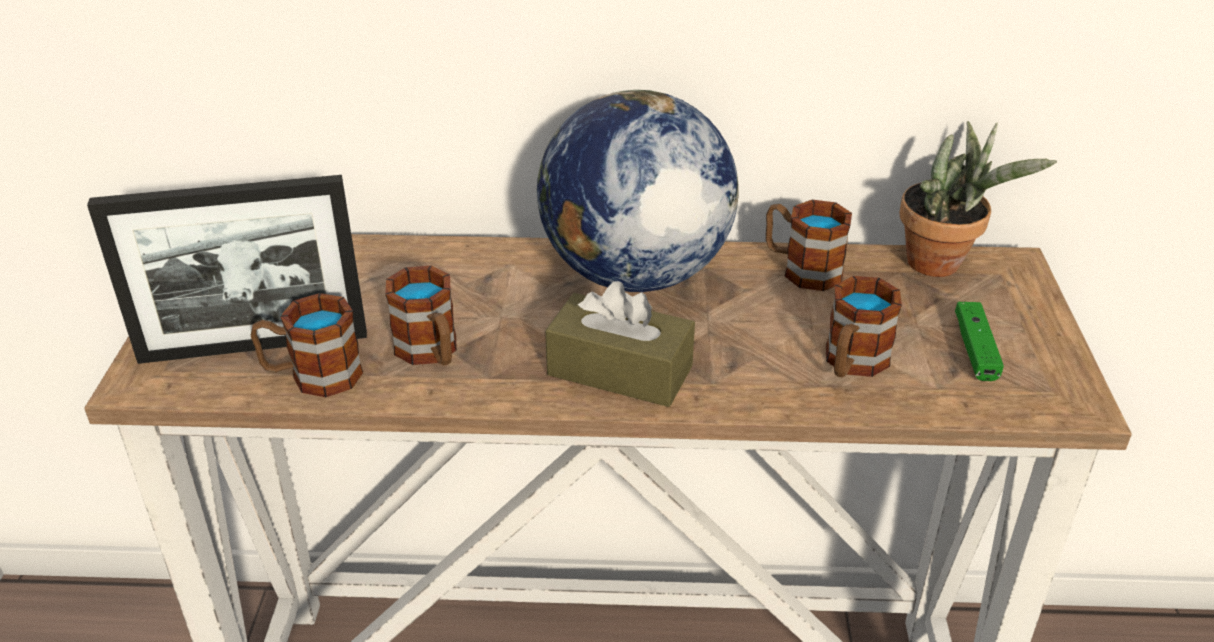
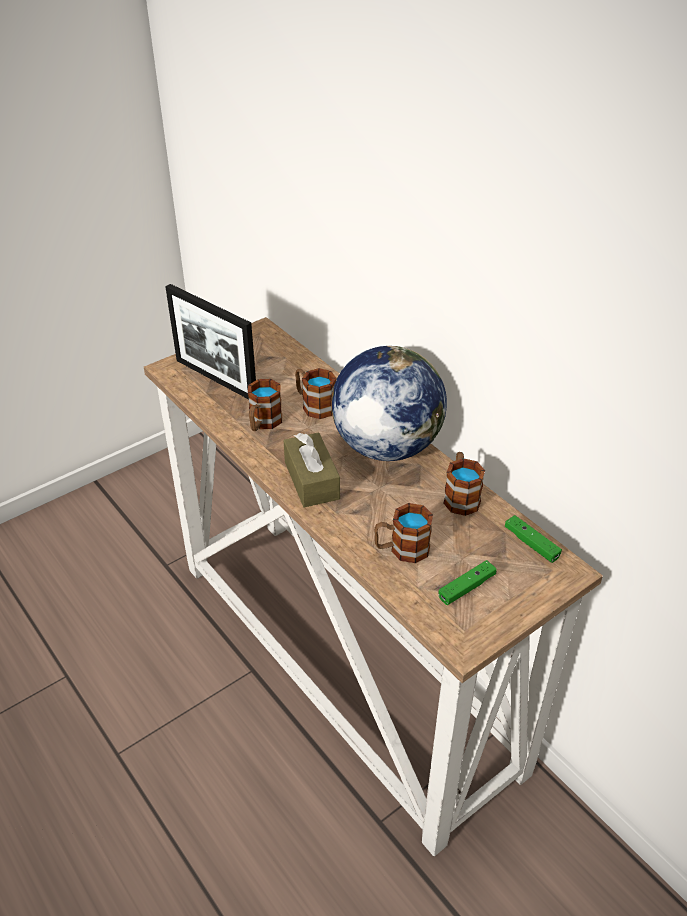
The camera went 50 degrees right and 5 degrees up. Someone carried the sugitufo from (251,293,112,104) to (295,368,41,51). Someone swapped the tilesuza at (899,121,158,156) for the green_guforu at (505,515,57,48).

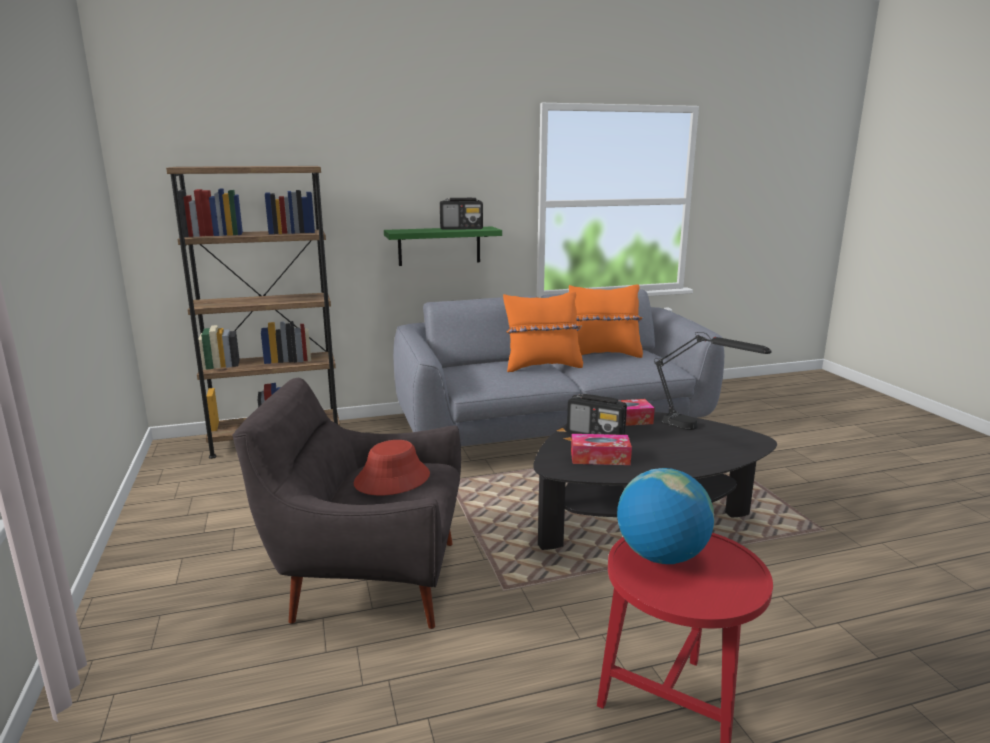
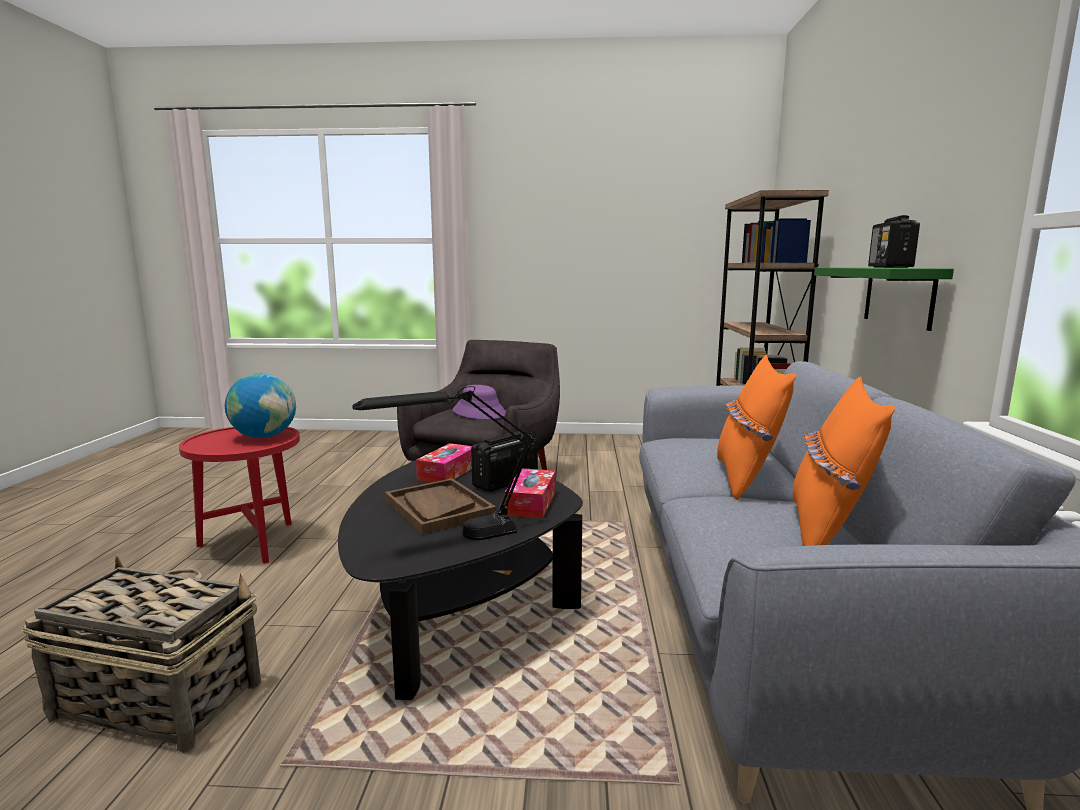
The camera went 110 degrees right and 5 degrees down. Someone put down the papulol at (23,556,238,197). Someone put down the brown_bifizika at (385,478,111,57). Someone repainted the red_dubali at (354,440,76,55), which became the purple_dubali at (453,385,53,34).

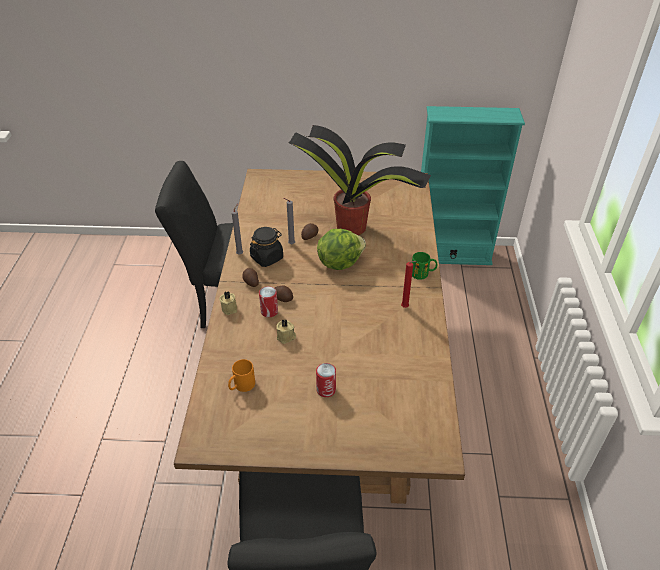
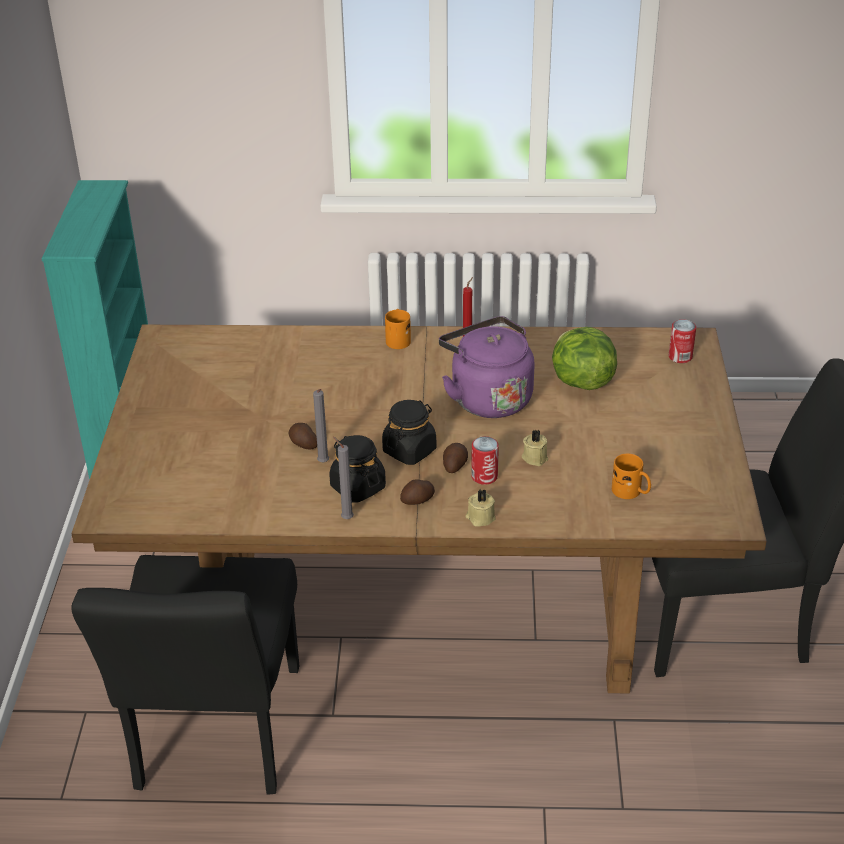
The camera went 90 degrees left and 5 degrees down. Someone put down the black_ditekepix at (382,400,54,65). Someone repainted the green_sugitufo at (412,252,25,28), which became the orange_sugitufo at (385,309,26,40). Someone put down the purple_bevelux at (439,316,96,102). Someone carried the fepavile from (317,229,49,41) to (552,327,65,63). Someone carried the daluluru from (316,363,20,34) to (669,319,27,44). Someone took away the tilesuza at (285,125,146,110).

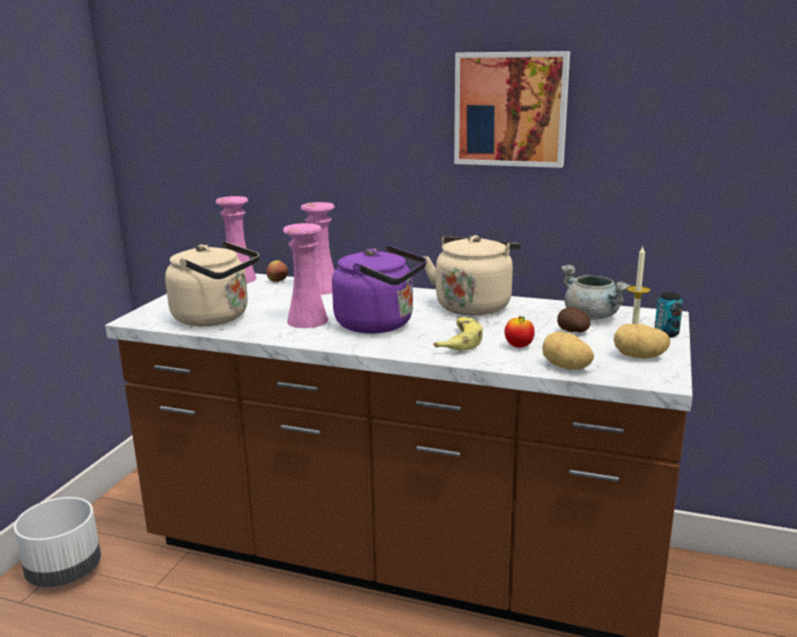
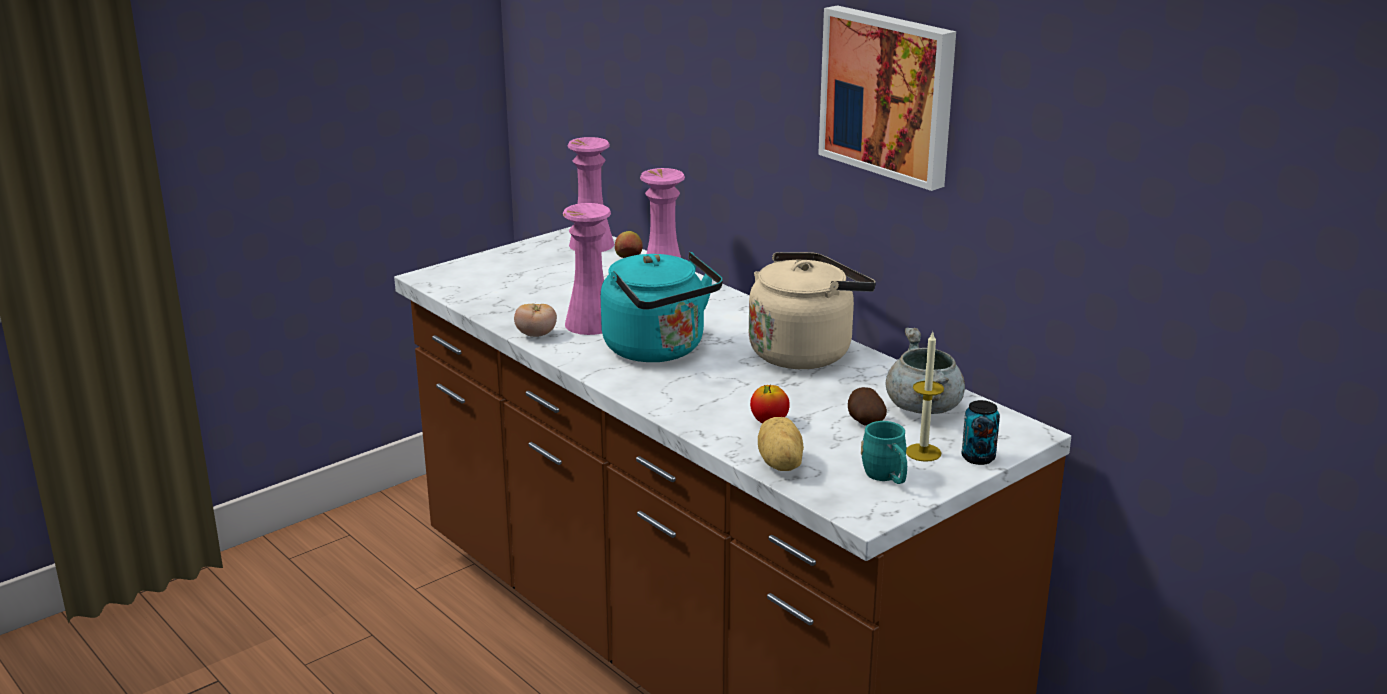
The camera went 30 degrees right and 5 degrees up. Someone put down the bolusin at (514,303,43,34). Someone repainted the purple_bevelux at (332,245,95,88), which became the turquoise_bevelux at (601,252,122,110). Someone swapped the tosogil at (614,324,56,35) for the turquoise_sugitufo at (861,421,46,63). Someone took away the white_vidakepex at (14,497,87,90). Someone took away the beige_bevelux at (165,241,94,85). Someone took away the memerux at (433,317,50,33).

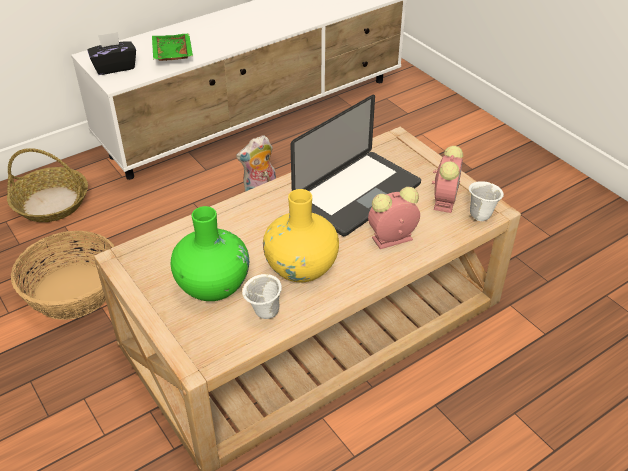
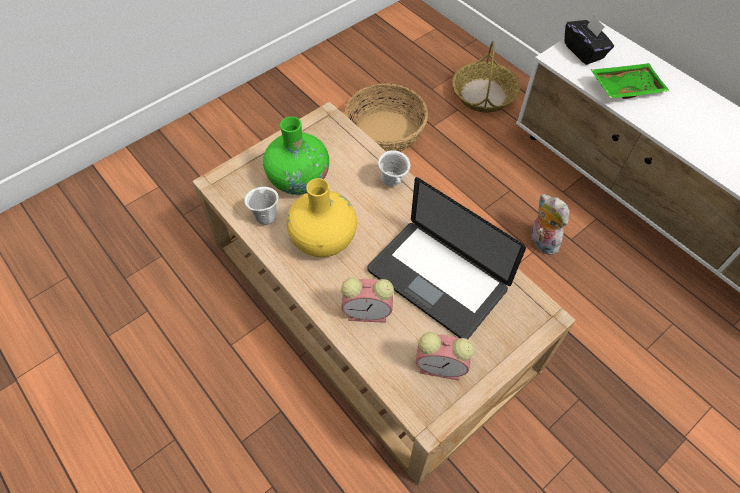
The camera went 85 degrees right and 15 degrees up. Someone rotated the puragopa at (368,187,52,62) by 120 degrees clockwise. Someone carried the white_sugitufo from (469,181,35,40) to (378,150,33,37).

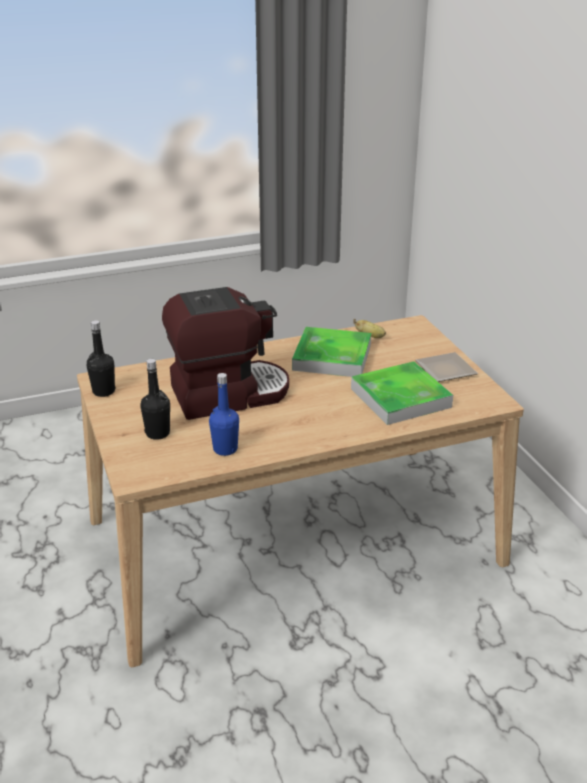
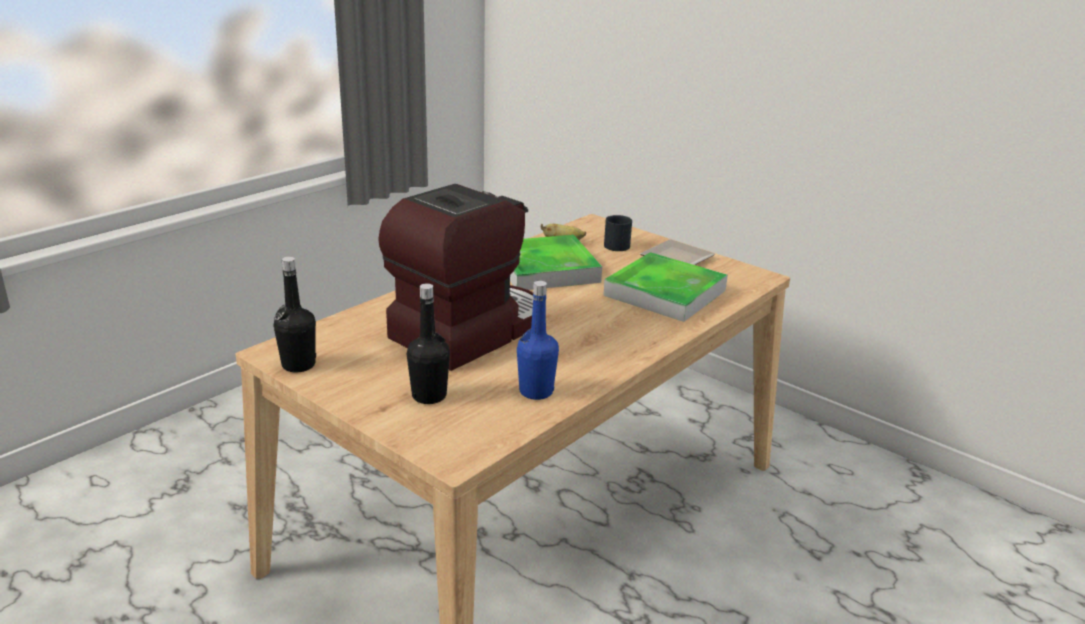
The camera went 30 degrees left and 5 degrees down. Someone put down the black_sugitufo at (604,215,28,36).

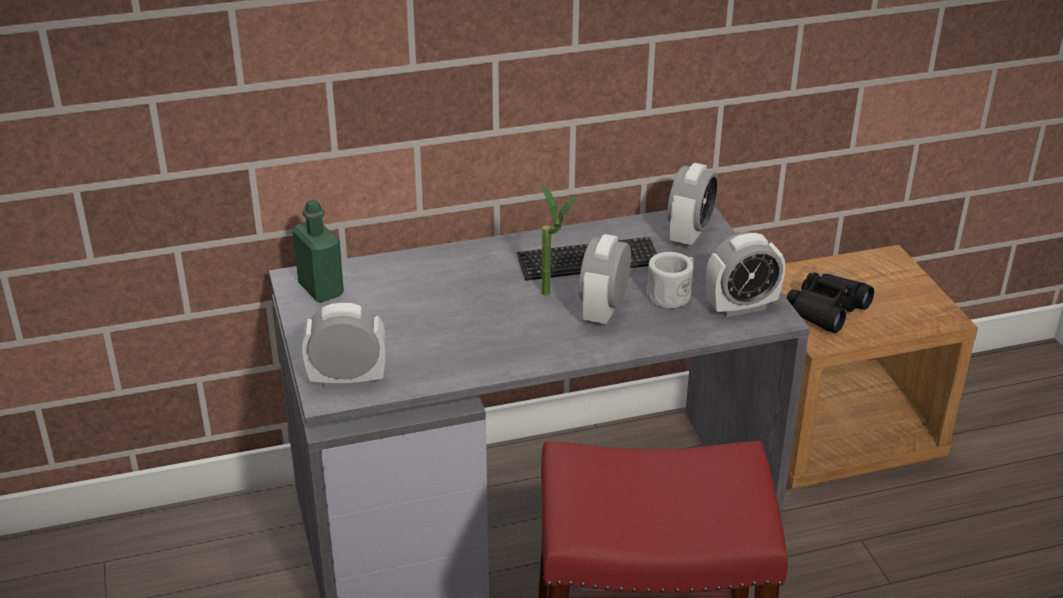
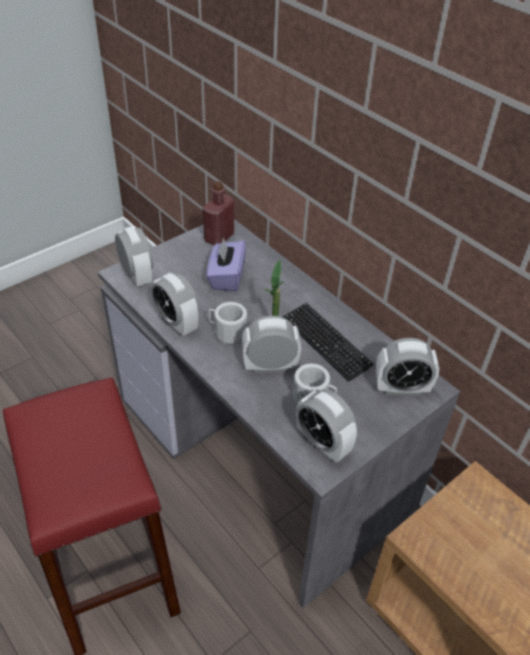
The camera went 65 degrees right and 10 degrees up. Someone put down the puragopa at (151,273,48,63). Someone repainted the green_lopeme at (292,199,52,103), which became the red_lopeme at (203,181,31,64). Someone put down the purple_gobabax at (207,237,39,54). Someone put down the white_sugitufo at (209,302,38,42). Someone took away the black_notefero at (787,272,87,61).

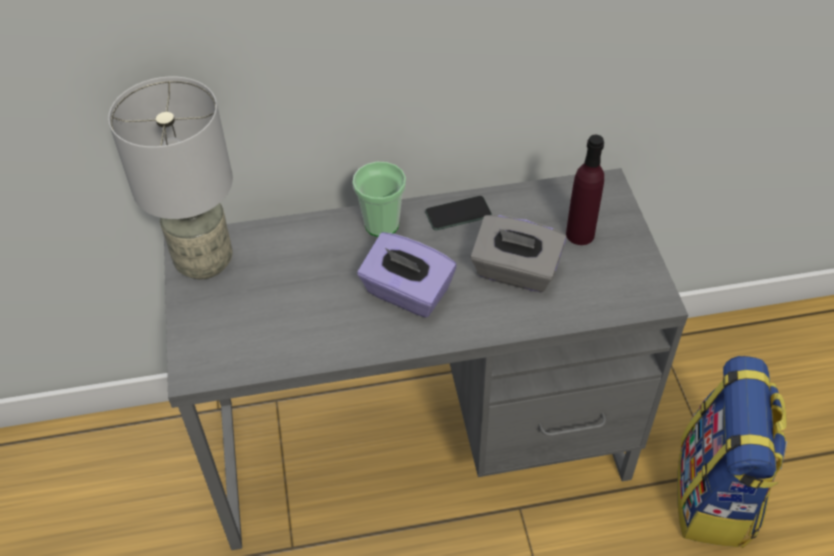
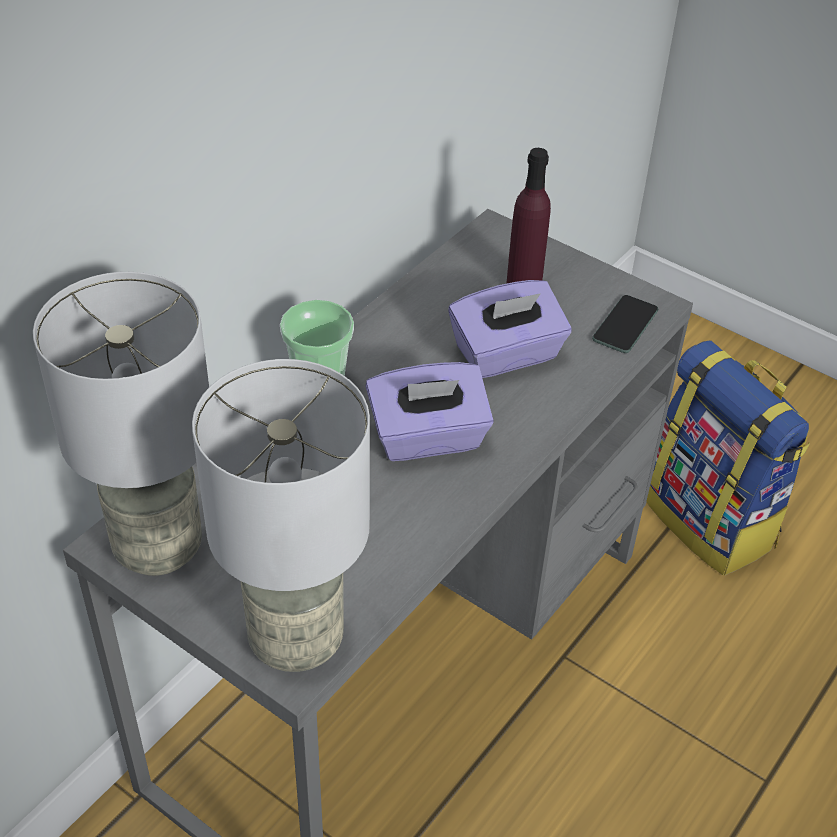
The camera went 45 degrees left and 5 degrees down. Someone put down the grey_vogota at (192,359,178,313). Someone repainted the grey_gobabax at (470,215,96,77), which became the purple_gobabax at (448,280,124,98). Someone carried the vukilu from (425,196,67,34) to (592,295,66,58).

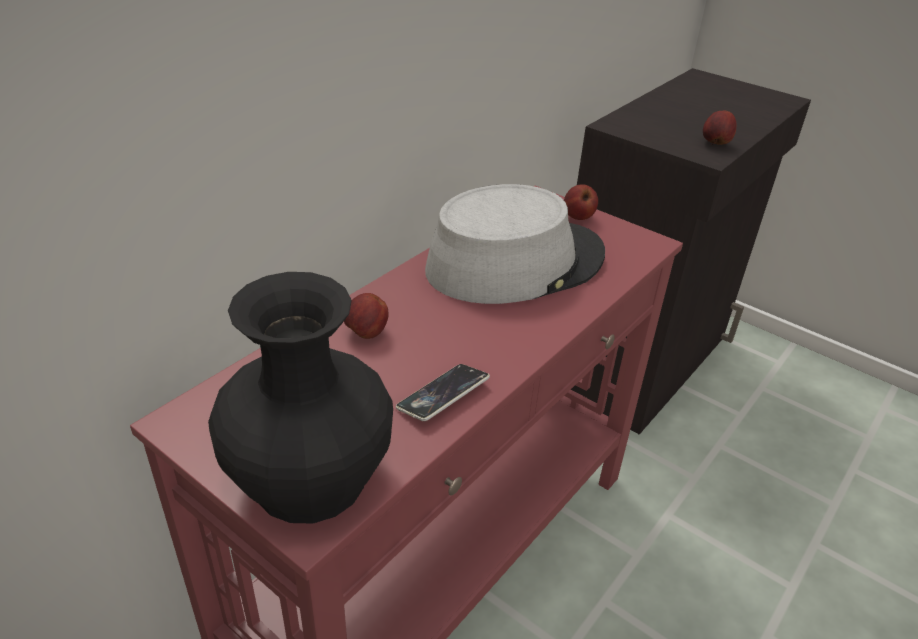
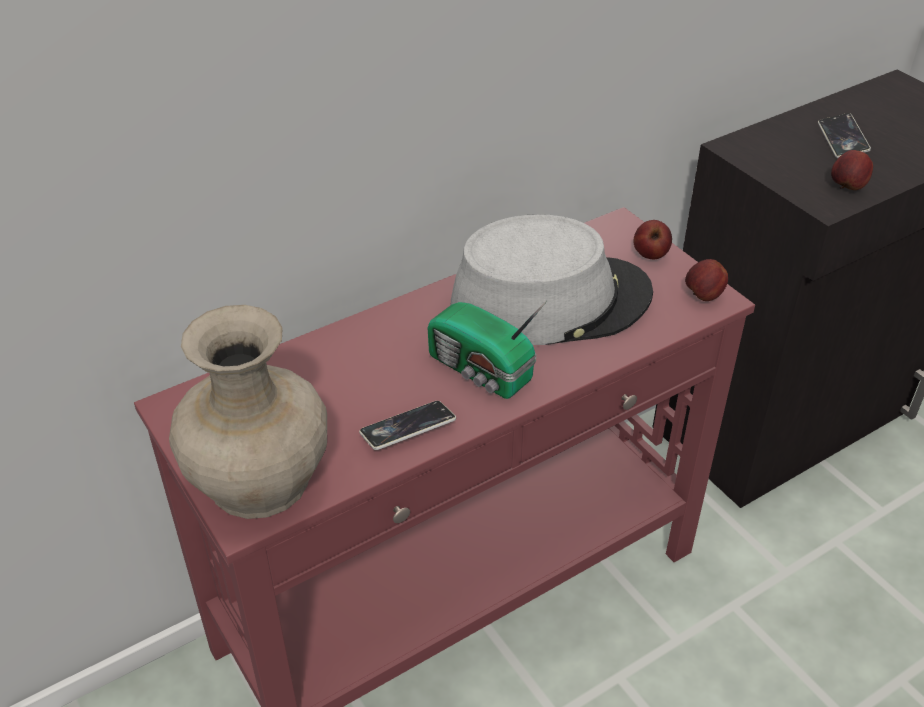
The camera went 20 degrees right and 5 degrees up. Someone repainted the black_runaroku at (208,272,185,251), which became the beige_runaroku at (169,305,158,214). Someone put down the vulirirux at (428,300,119,99). Someone carried the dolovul from (344,293,45,46) to (685,259,43,42). Someone put down the vukilu at (818,113,53,45).

